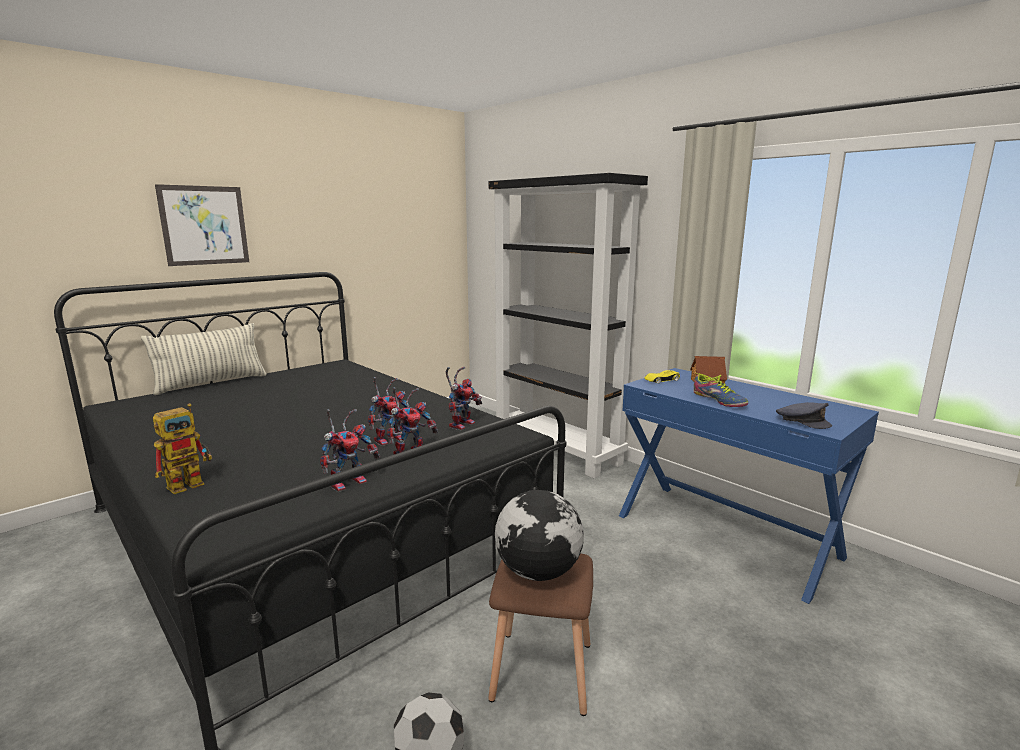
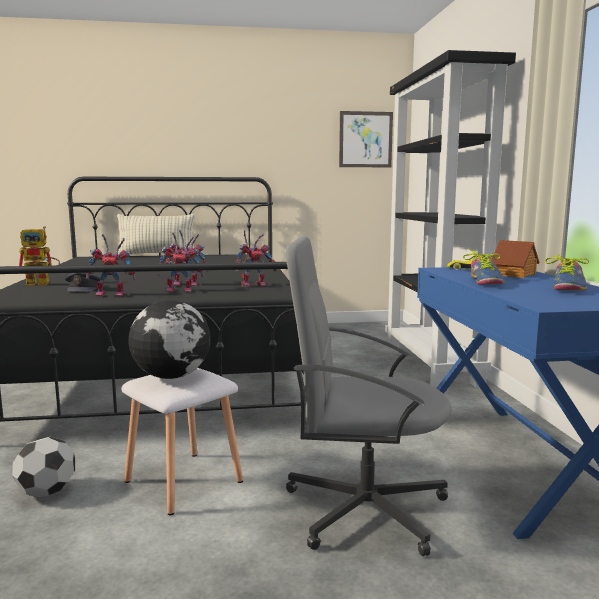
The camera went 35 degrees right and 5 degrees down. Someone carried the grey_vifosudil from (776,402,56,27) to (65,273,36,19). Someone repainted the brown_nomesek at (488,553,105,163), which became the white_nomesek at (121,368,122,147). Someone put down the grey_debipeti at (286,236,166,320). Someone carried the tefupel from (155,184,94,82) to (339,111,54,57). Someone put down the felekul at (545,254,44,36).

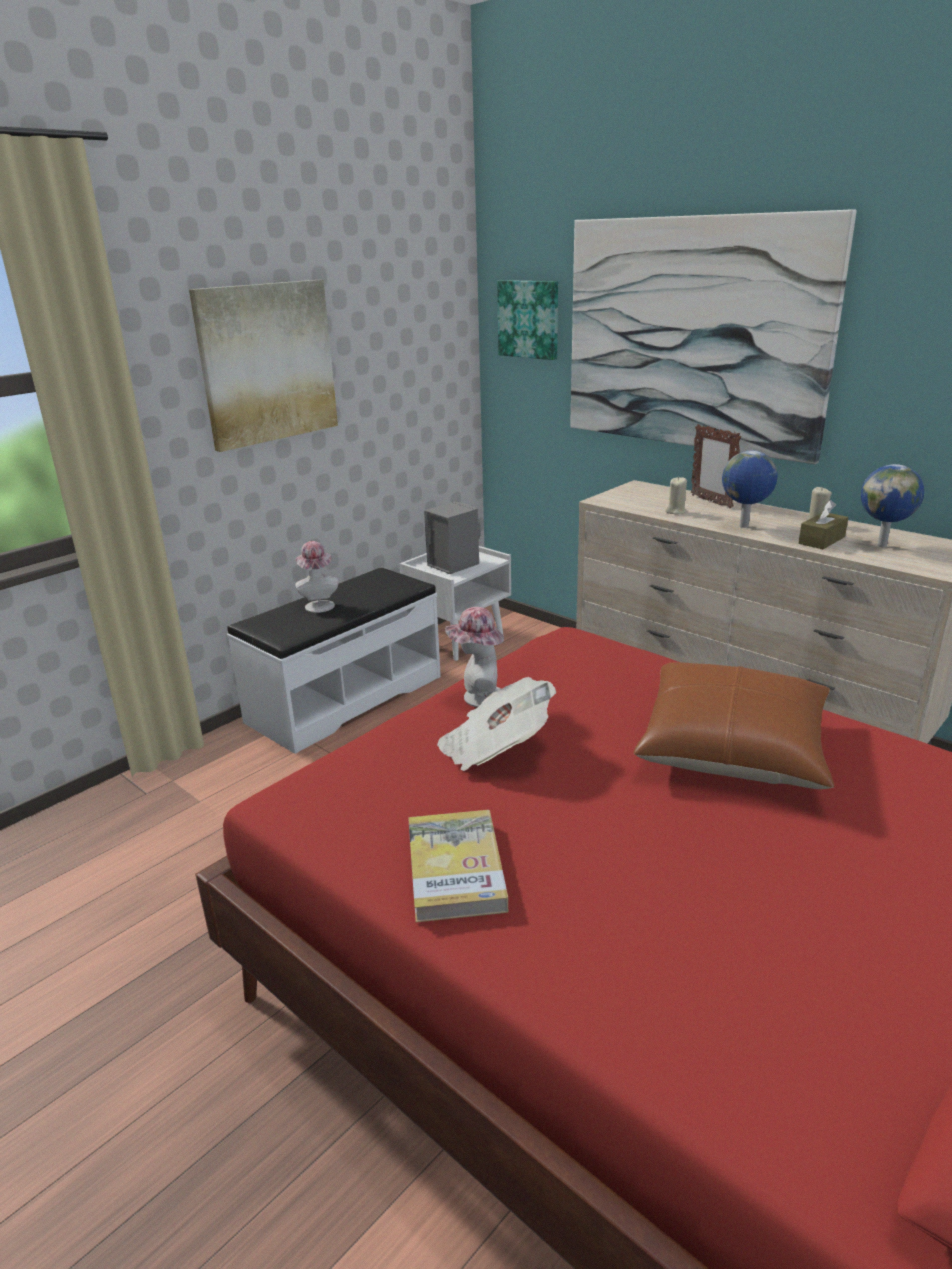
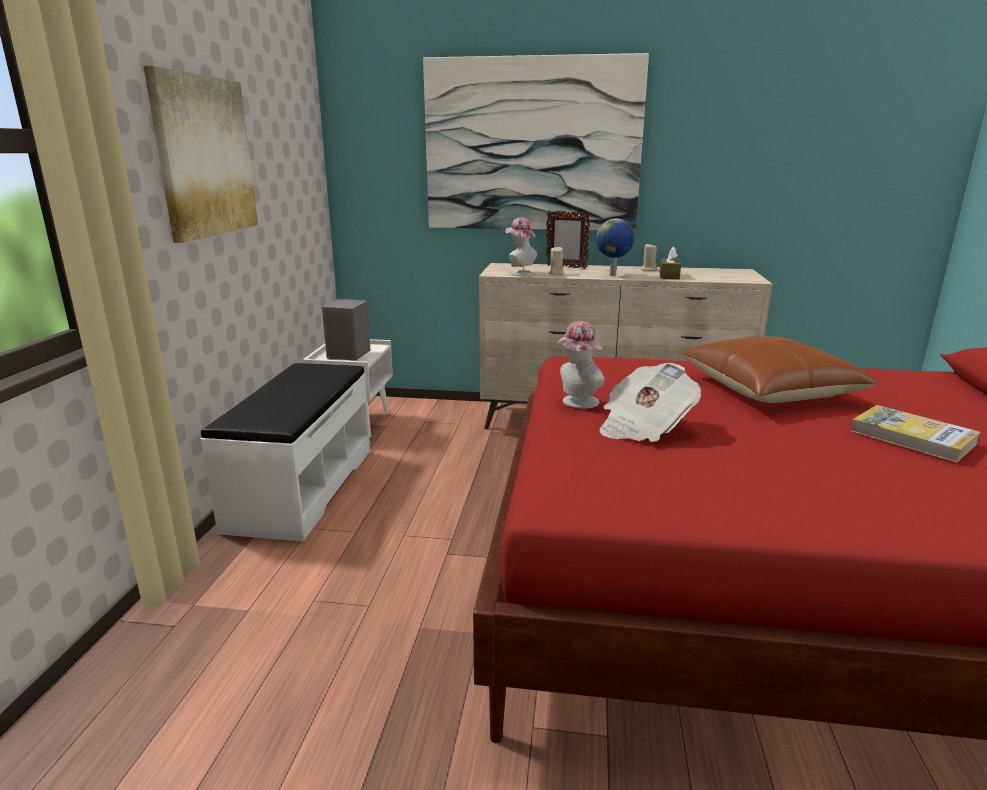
The camera went 35 degrees left and 5 degrees down. Someone carried the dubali from (295,541,43,72) to (505,217,32,59). Someone carried the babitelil from (408,810,100,112) to (850,405,131,58). Someone took away the tefupel at (497,280,61,80). Someone took away the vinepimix at (861,464,63,83).

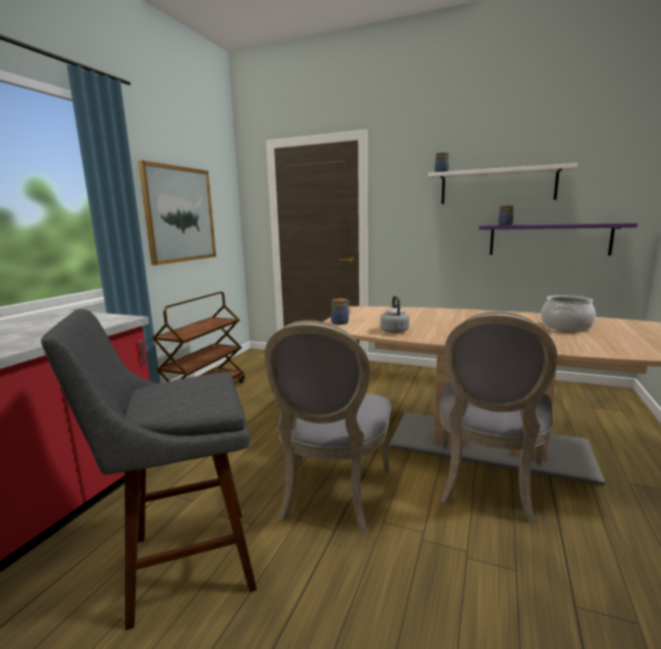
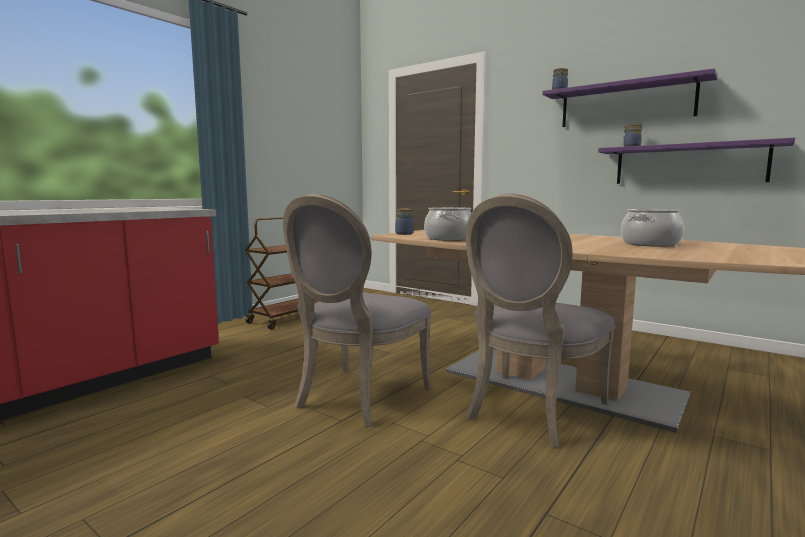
The camera went 15 degrees right and 5 degrees down. Someone swapped the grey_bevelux at (380,296,29,37) for the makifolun at (424,207,47,34). Someone repainted the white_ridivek at (428,163,150,41), which became the purple_ridivek at (543,68,175,59). Someone took away the grey_nomesek at (41,309,216,322). Someone took away the tefupel at (138,160,78,105).

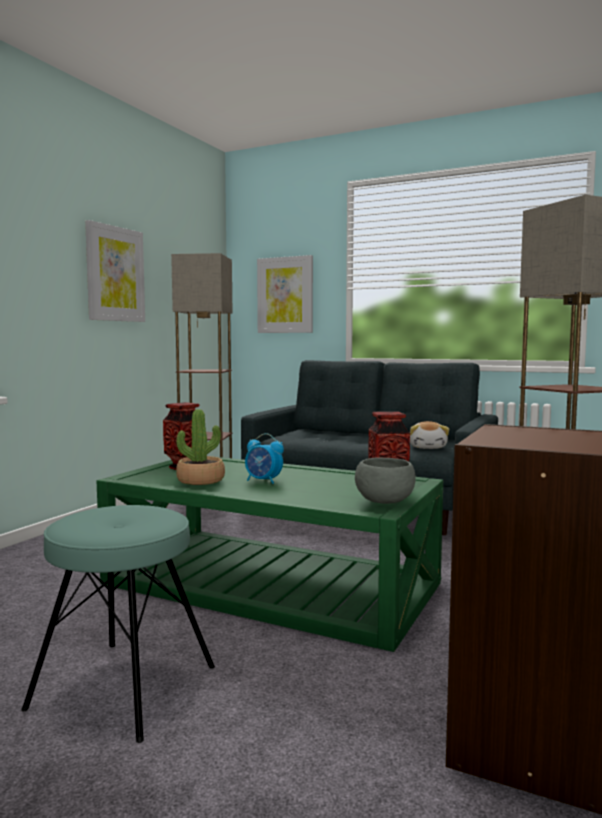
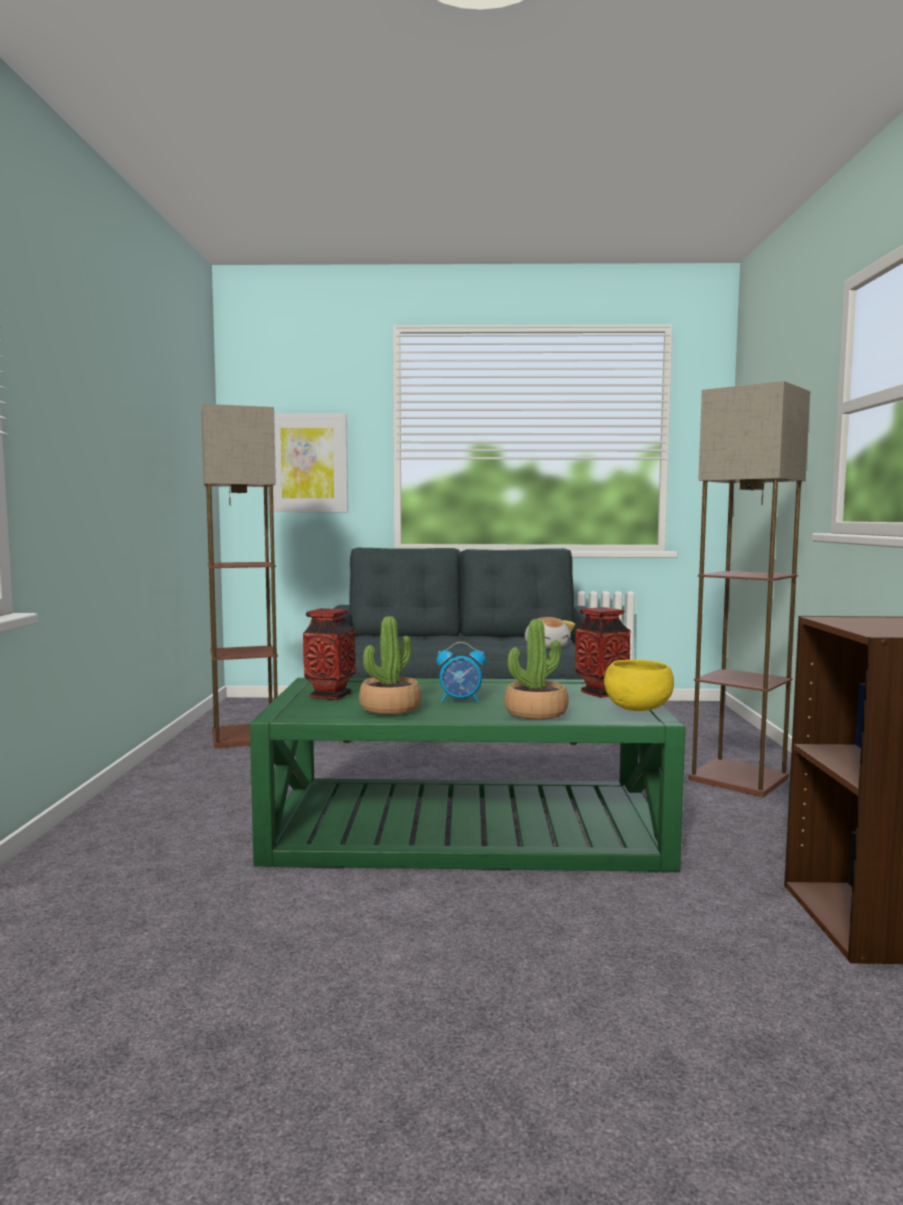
The camera went 25 degrees left and 0 degrees up. Someone put down the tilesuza at (504,619,64,101). Someone repainted the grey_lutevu at (355,457,61,47), which became the yellow_lutevu at (604,660,70,51). Someone took away the turquoise_nomesek at (21,505,194,238). Someone took away the tefupel at (85,220,60,102).

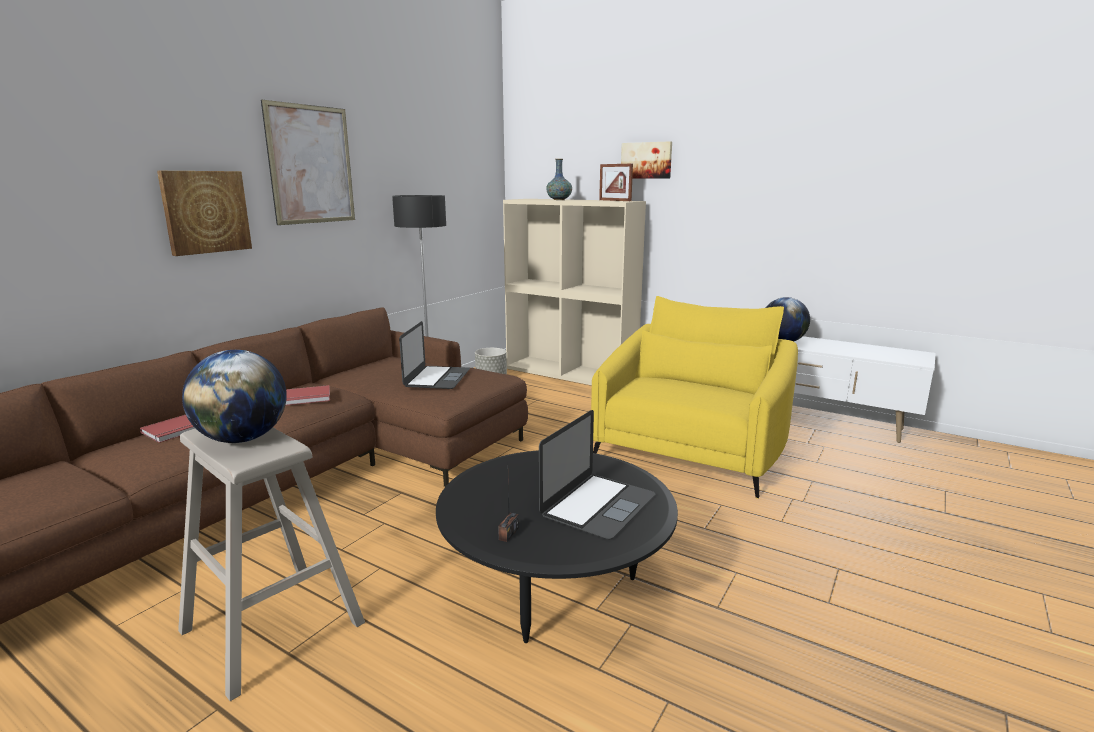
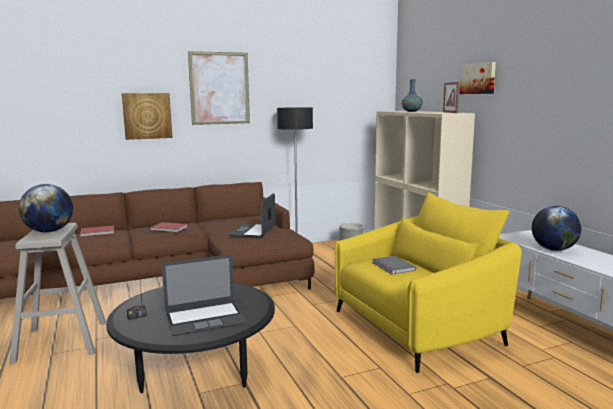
The camera went 35 degrees right and 5 degrees down. Someone rotated the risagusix at (399,321,71,68) by 150 degrees clockwise. Someone put down the grey_babitelil at (372,256,44,19).

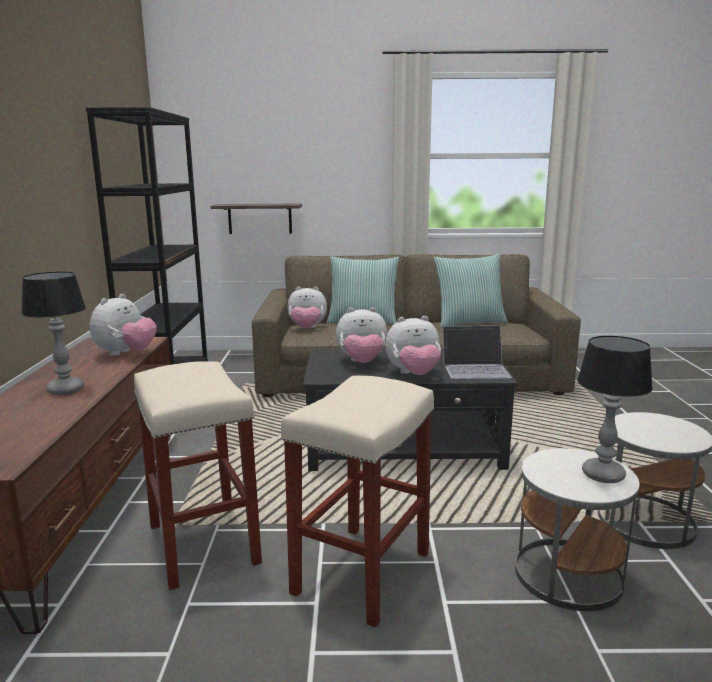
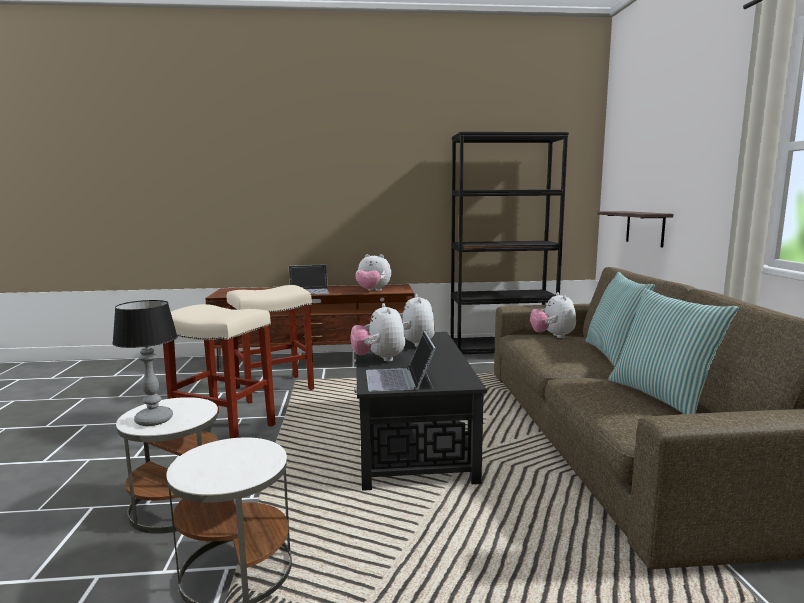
The camera went 85 degrees right and 5 degrees down. Someone swapped the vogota at (21,272,65,123) for the risagusix at (289,264,40,30).

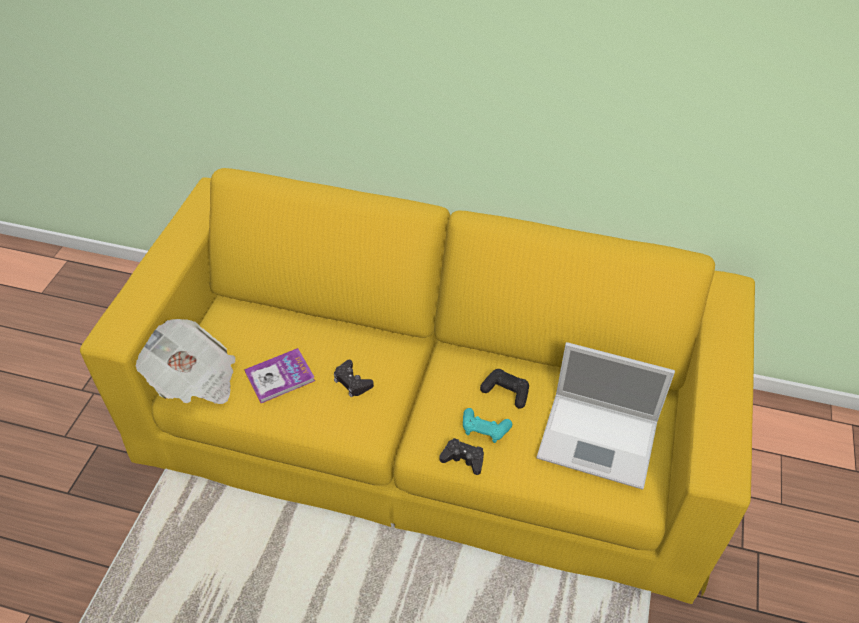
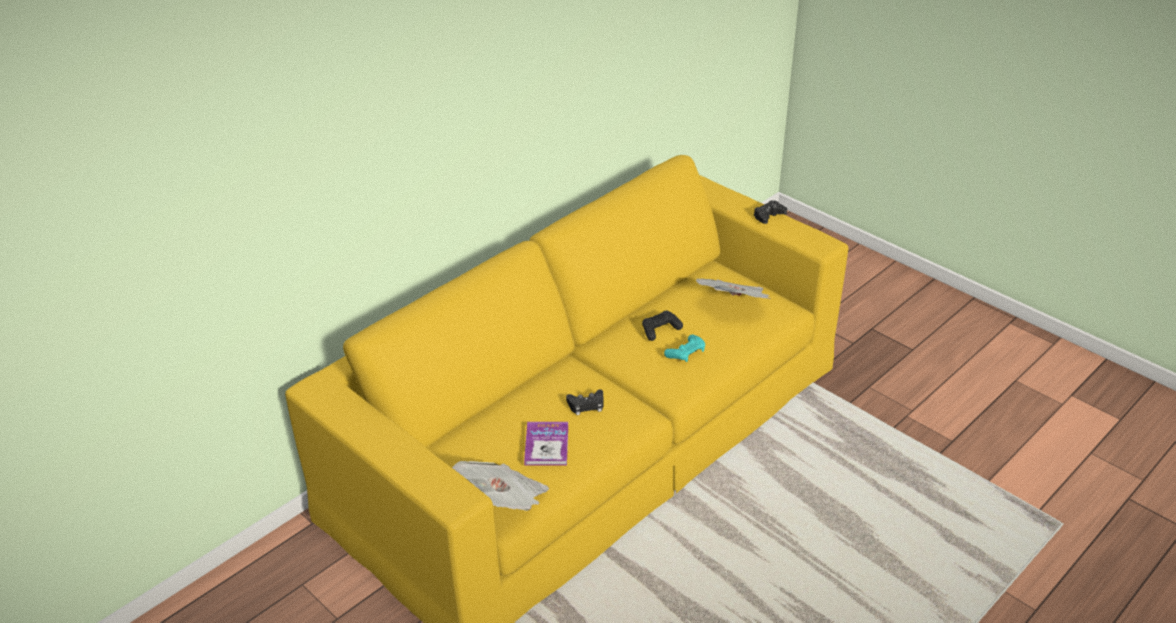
The camera went 60 degrees left and 10 degrees down. Someone swapped the risagusix at (537,342,138,148) for the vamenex at (696,279,74,20). Someone carried the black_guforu from (440,438,44,37) to (754,200,33,24).

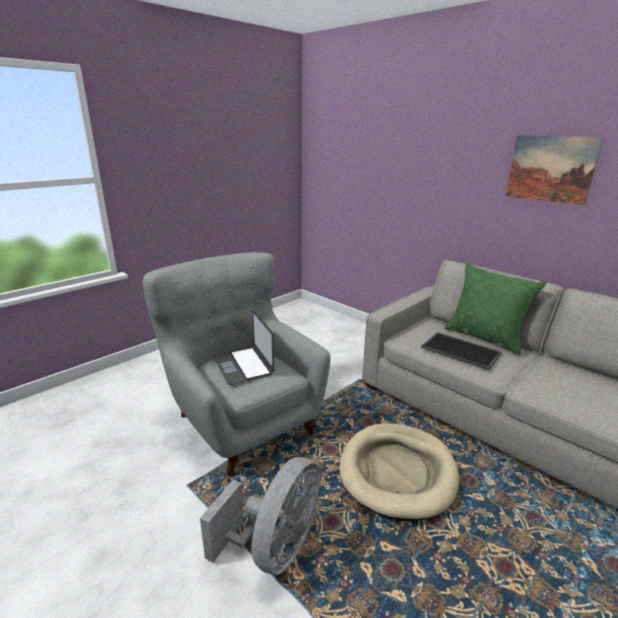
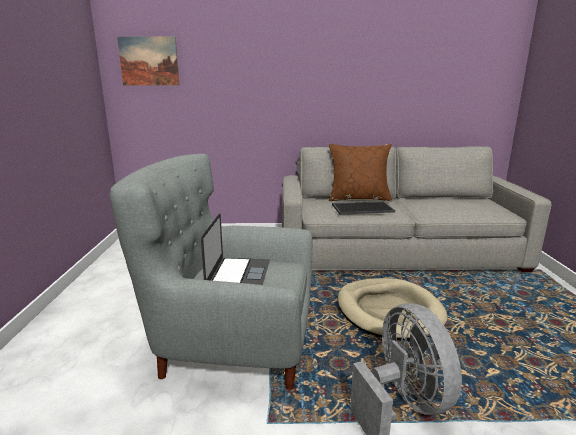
The camera went 45 degrees left and 5 degrees down. Someone carried the tefupel from (506,135,97,70) to (117,37,63,48). Someone rotated the risagusix at (213,310,61,75) by 105 degrees counterclockwise. Someone repainted the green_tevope at (444,263,102,93), which became the brown_tevope at (329,144,63,57).

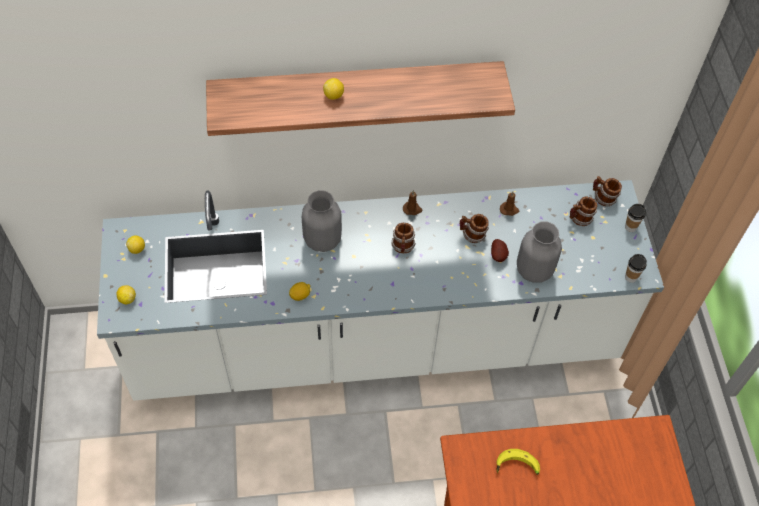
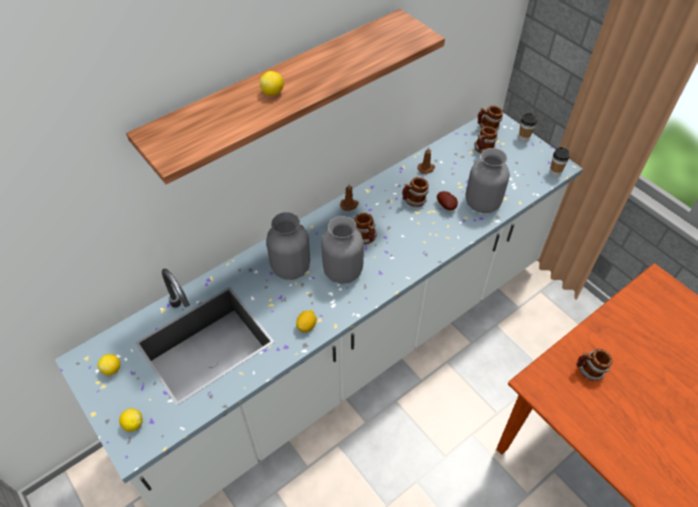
The camera went 30 degrees left and 5 degrees down. Someone put down the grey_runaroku at (321,216,43,68). Someone swapped the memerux at (496,449,44,26) for the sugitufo at (577,349,35,32).

